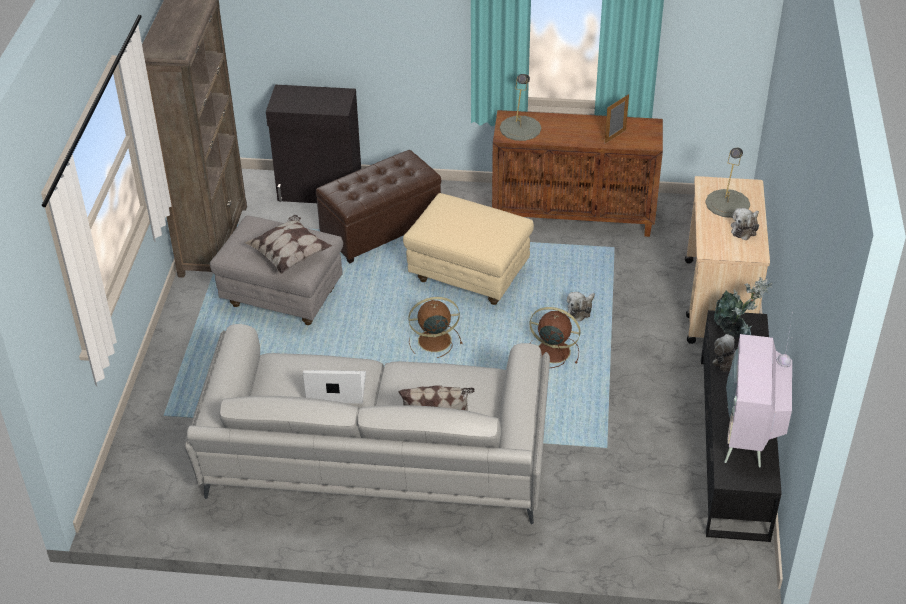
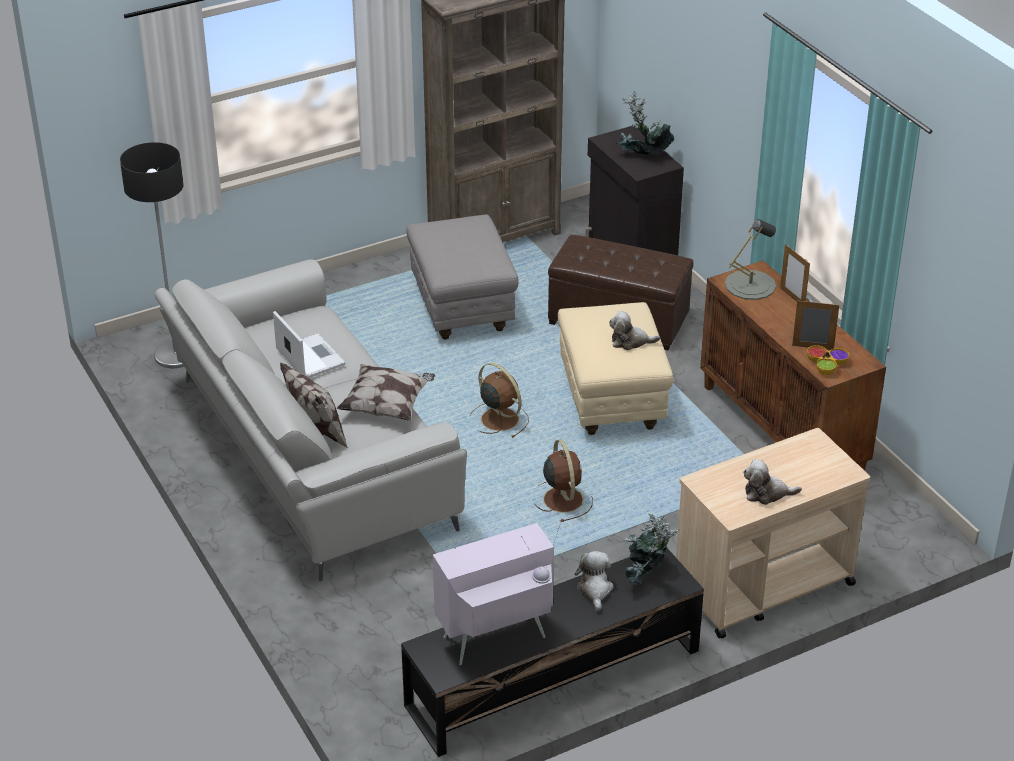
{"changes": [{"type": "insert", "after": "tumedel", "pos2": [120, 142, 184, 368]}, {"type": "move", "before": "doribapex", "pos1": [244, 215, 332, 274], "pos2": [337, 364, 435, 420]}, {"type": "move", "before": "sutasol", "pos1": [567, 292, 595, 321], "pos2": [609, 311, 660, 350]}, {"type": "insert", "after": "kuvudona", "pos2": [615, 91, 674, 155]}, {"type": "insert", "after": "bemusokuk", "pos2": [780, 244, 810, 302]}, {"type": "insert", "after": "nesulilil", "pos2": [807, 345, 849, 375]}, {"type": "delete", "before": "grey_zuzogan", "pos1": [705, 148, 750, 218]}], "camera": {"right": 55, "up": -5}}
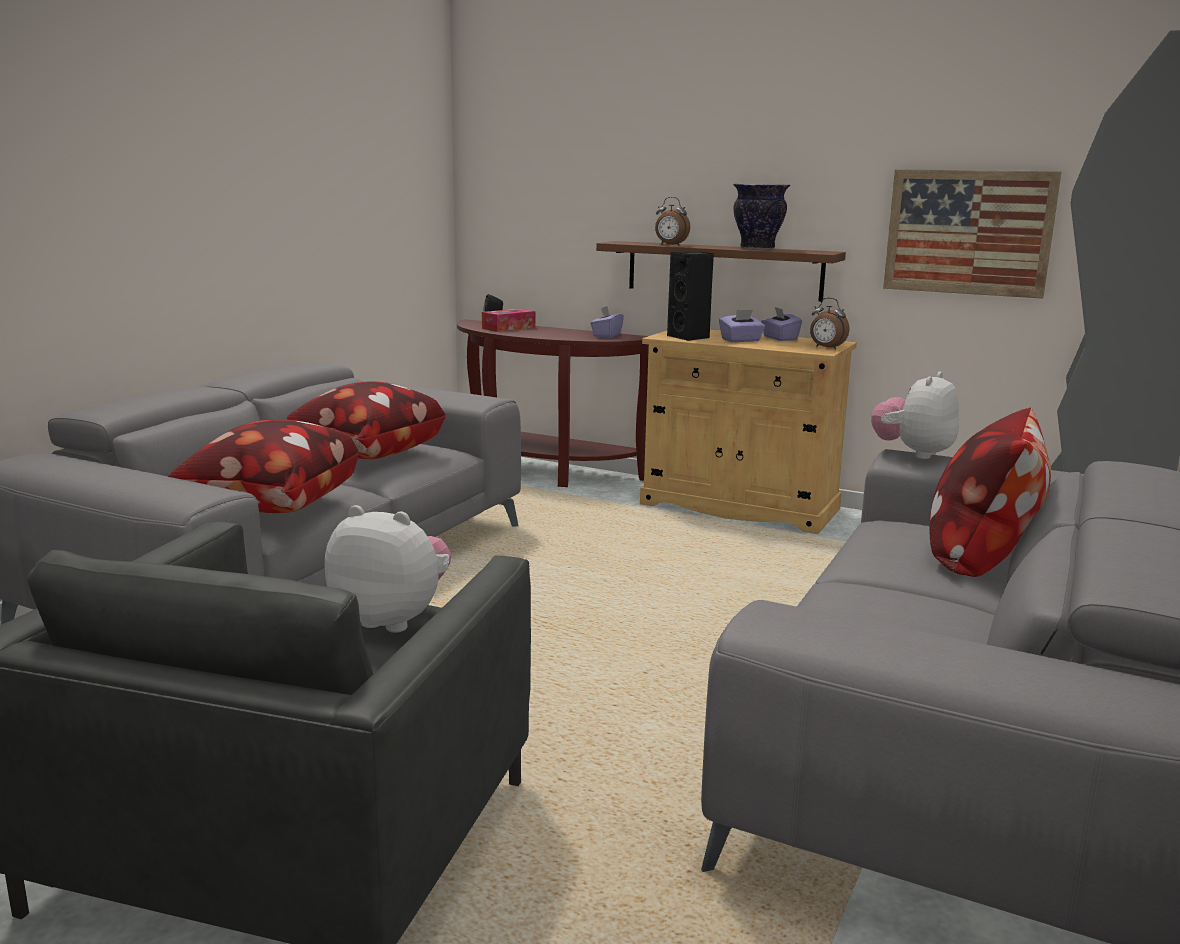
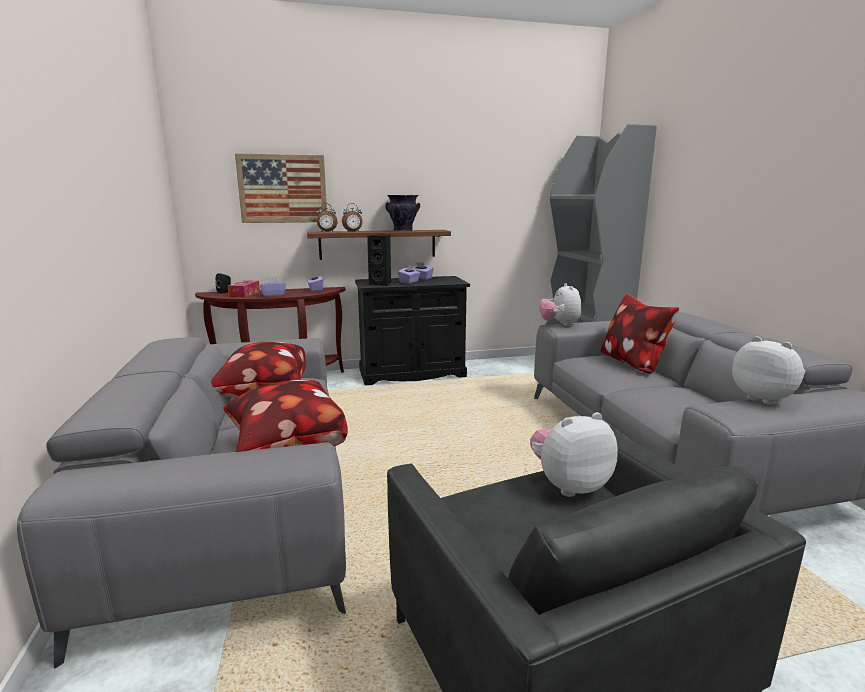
{"changes": [{"type": "move", "before": "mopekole", "pos1": [883, 169, 1062, 299], "pos2": [235, 154, 327, 223]}, {"type": "insert", "after": "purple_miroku", "pos2": [260, 276, 286, 297]}, {"type": "move", "before": "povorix", "pos1": [810, 298, 849, 350], "pos2": [317, 203, 338, 232]}, {"type": "recolor", "before": "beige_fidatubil", "after": "black_fidatubil", "pos1": [640, 330, 857, 534], "pos2": [355, 276, 470, 385]}, {"type": "insert", "after": "sutasol", "pos2": [732, 336, 806, 405]}], "camera": {"right": -40, "up": 0}}
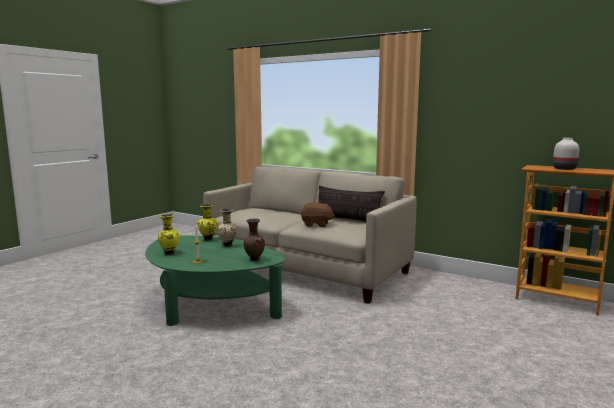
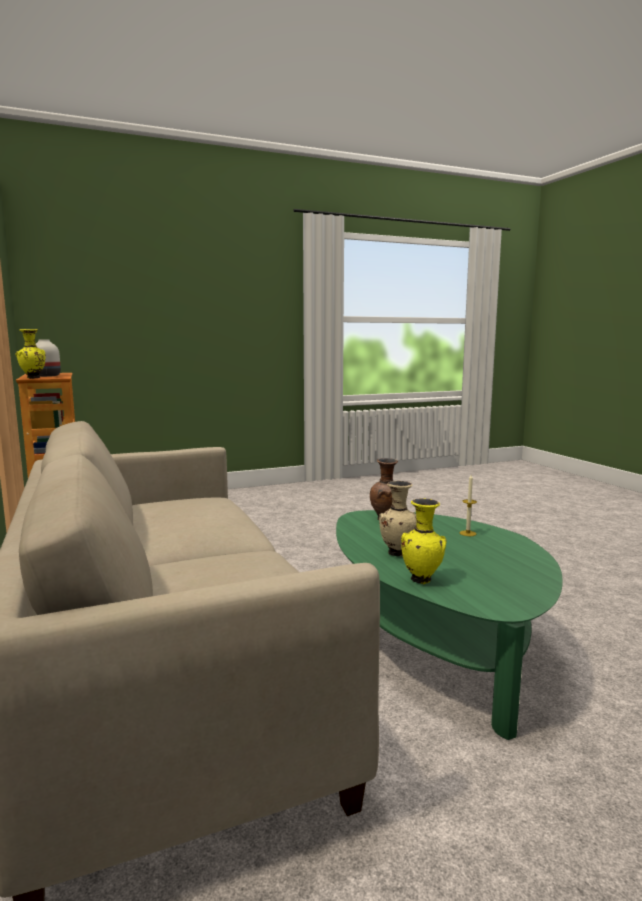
{"changes": [{"type": "move", "before": "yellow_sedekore", "pos1": [158, 214, 179, 255], "pos2": [15, 329, 46, 379]}, {"type": "delete", "before": "brown_sutasol", "pos1": [301, 202, 335, 227]}, {"type": "delete", "before": "doribapex", "pos1": [318, 186, 385, 222]}], "camera": {"right": -145, "up": 0}}
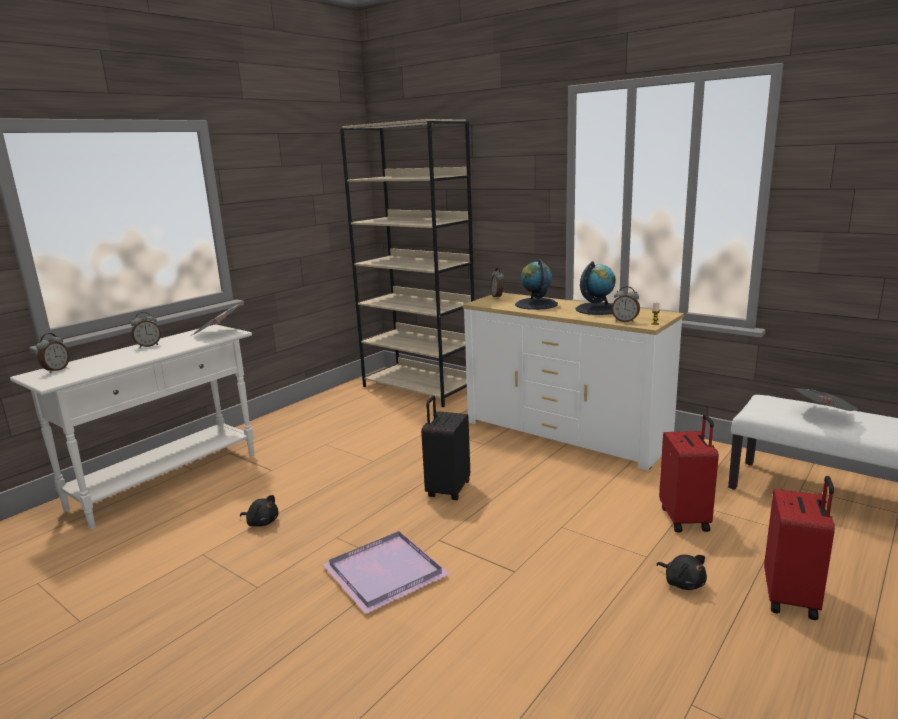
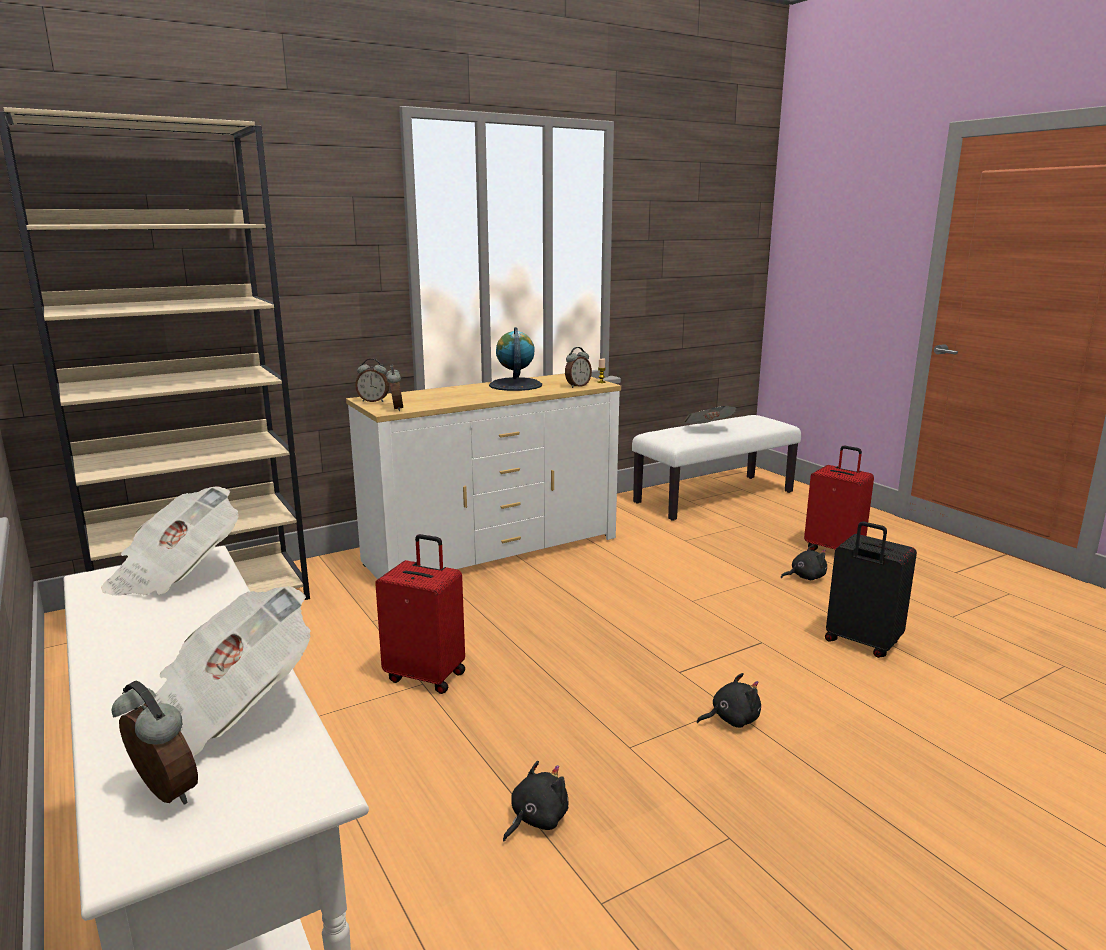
{"changes": [{"type": "insert", "after": "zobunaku", "pos2": [154, 586, 311, 755]}, {"type": "move", "before": "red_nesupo", "pos1": [659, 414, 719, 533], "pos2": [375, 534, 465, 694]}, {"type": "move", "before": "povorix", "pos1": [131, 312, 161, 348], "pos2": [386, 364, 403, 411]}, {"type": "replace", "before": "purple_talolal", "after": "black_sutasol", "pos1": [322, 531, 449, 614], "pos2": [697, 673, 761, 728]}, {"type": "move", "before": "black_nesupo", "pos1": [421, 396, 470, 500], "pos2": [825, 521, 917, 658]}, {"type": "delete", "before": "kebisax", "pos1": [515, 259, 558, 310]}], "camera": {"right": -70, "up": 0}}
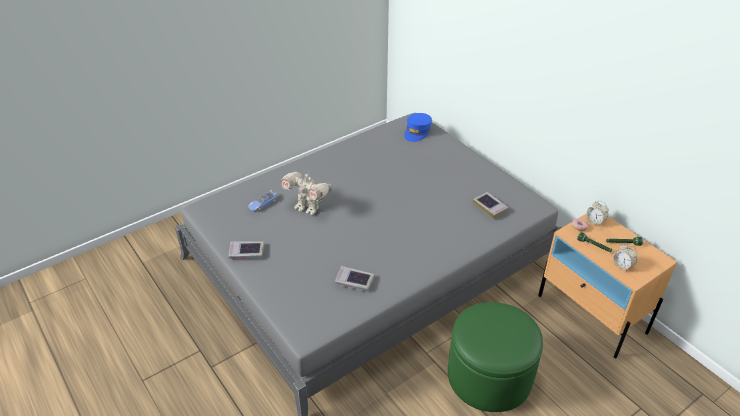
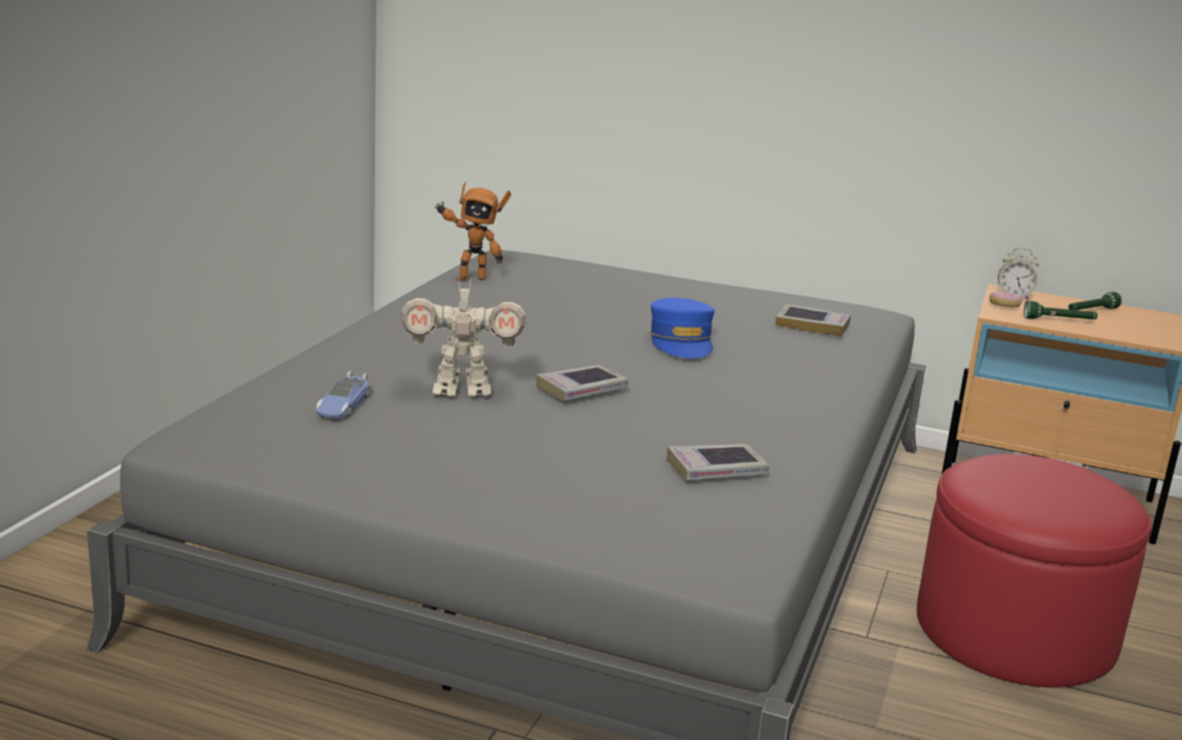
{"changes": [{"type": "insert", "after": "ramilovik", "pos2": [435, 182, 511, 281]}, {"type": "move", "before": "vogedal", "pos1": [228, 241, 264, 259], "pos2": [536, 365, 628, 400]}, {"type": "move", "before": "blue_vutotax", "pos1": [404, 113, 432, 142], "pos2": [650, 298, 715, 358]}, {"type": "recolor", "before": "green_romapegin", "after": "red_romapegin", "pos1": [448, 302, 543, 412], "pos2": [917, 454, 1152, 688]}, {"type": "delete", "before": "povorix", "pos1": [613, 244, 638, 270]}], "camera": {"right": -35, "up": -20}}
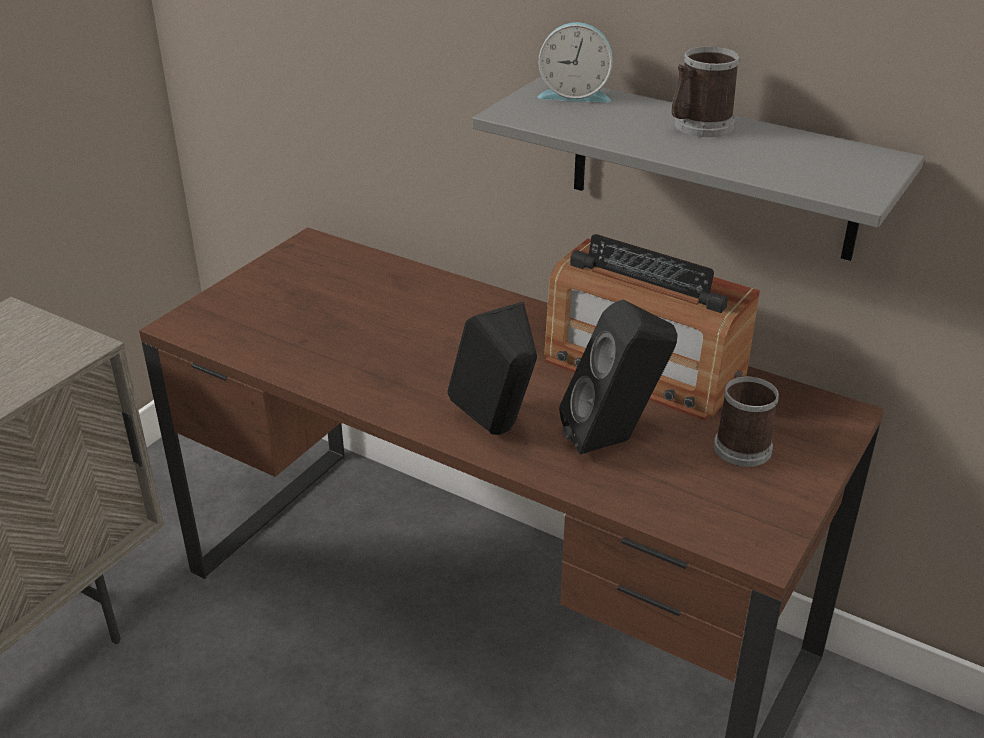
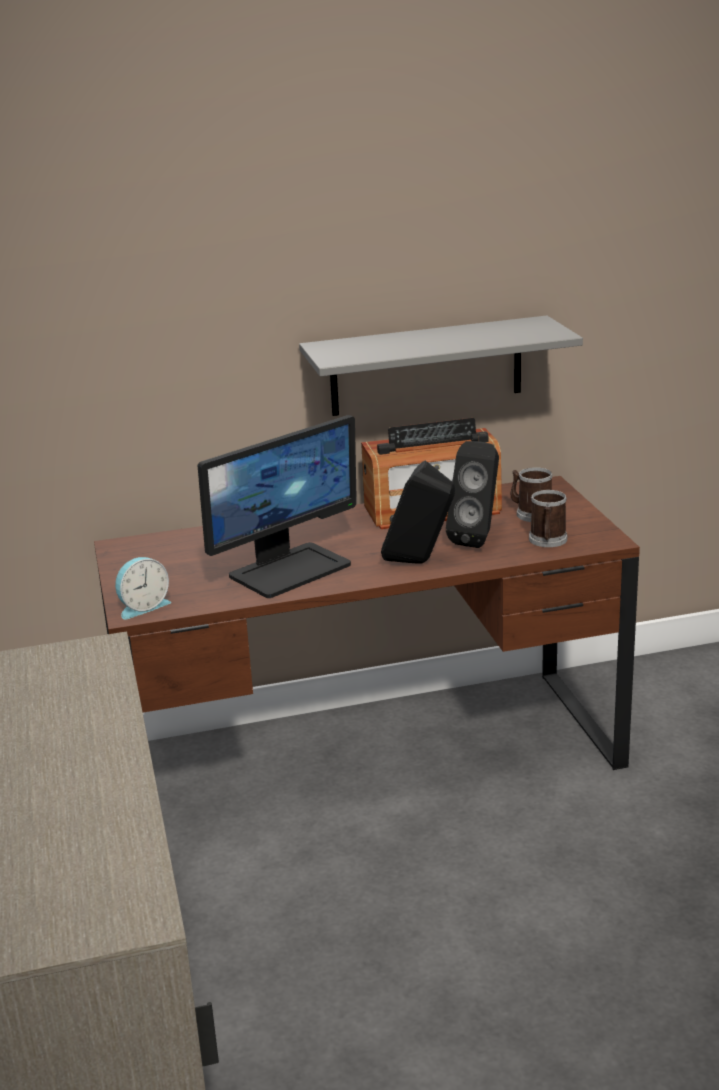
{"changes": [{"type": "move", "before": "povorix", "pos1": [537, 22, 613, 102], "pos2": [115, 557, 171, 619]}, {"type": "insert", "after": "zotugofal", "pos2": [198, 415, 357, 598]}, {"type": "move", "before": "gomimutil", "pos1": [671, 46, 740, 137], "pos2": [529, 490, 567, 547]}], "camera": {"right": -45, "up": -10}}
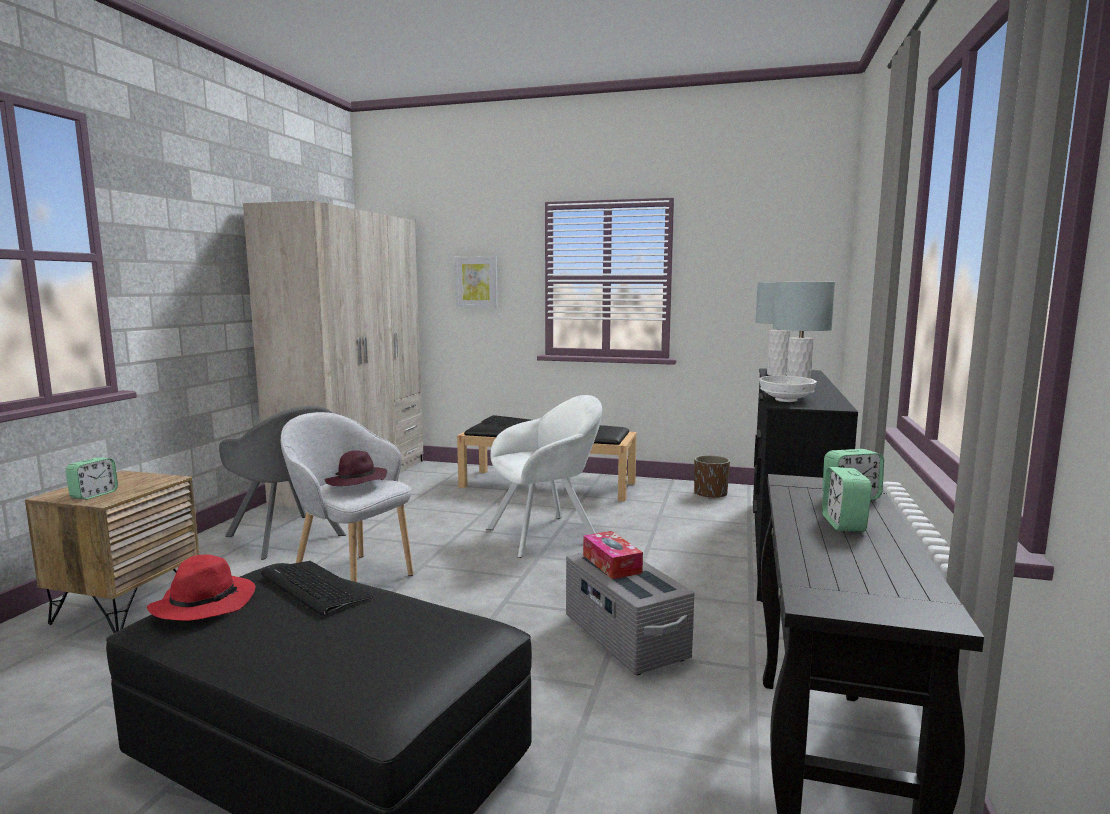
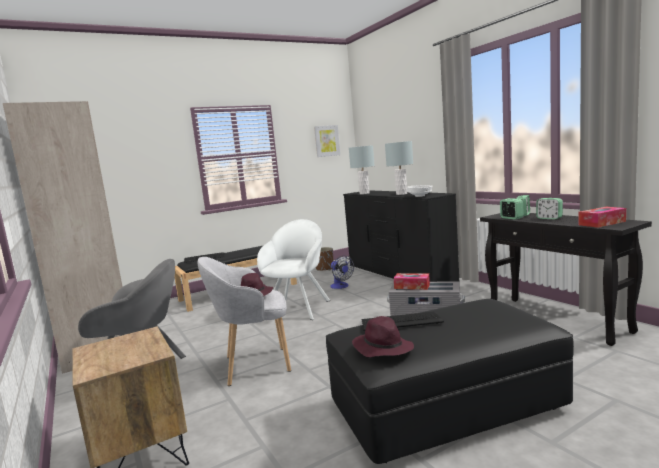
{"changes": [{"type": "move", "before": "mopekole", "pos1": [455, 256, 498, 308], "pos2": [314, 125, 340, 157]}, {"type": "insert", "after": "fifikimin", "pos2": [330, 256, 354, 289]}, {"type": "recolor", "before": "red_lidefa", "after": "purple_lidefa", "pos1": [147, 554, 256, 621], "pos2": [352, 316, 414, 357]}, {"type": "move", "before": "povorix", "pos1": [65, 457, 118, 500], "pos2": [500, 198, 524, 220]}, {"type": "insert", "after": "miroku", "pos2": [579, 207, 626, 228]}], "camera": {"right": -45, "up": 0}}
